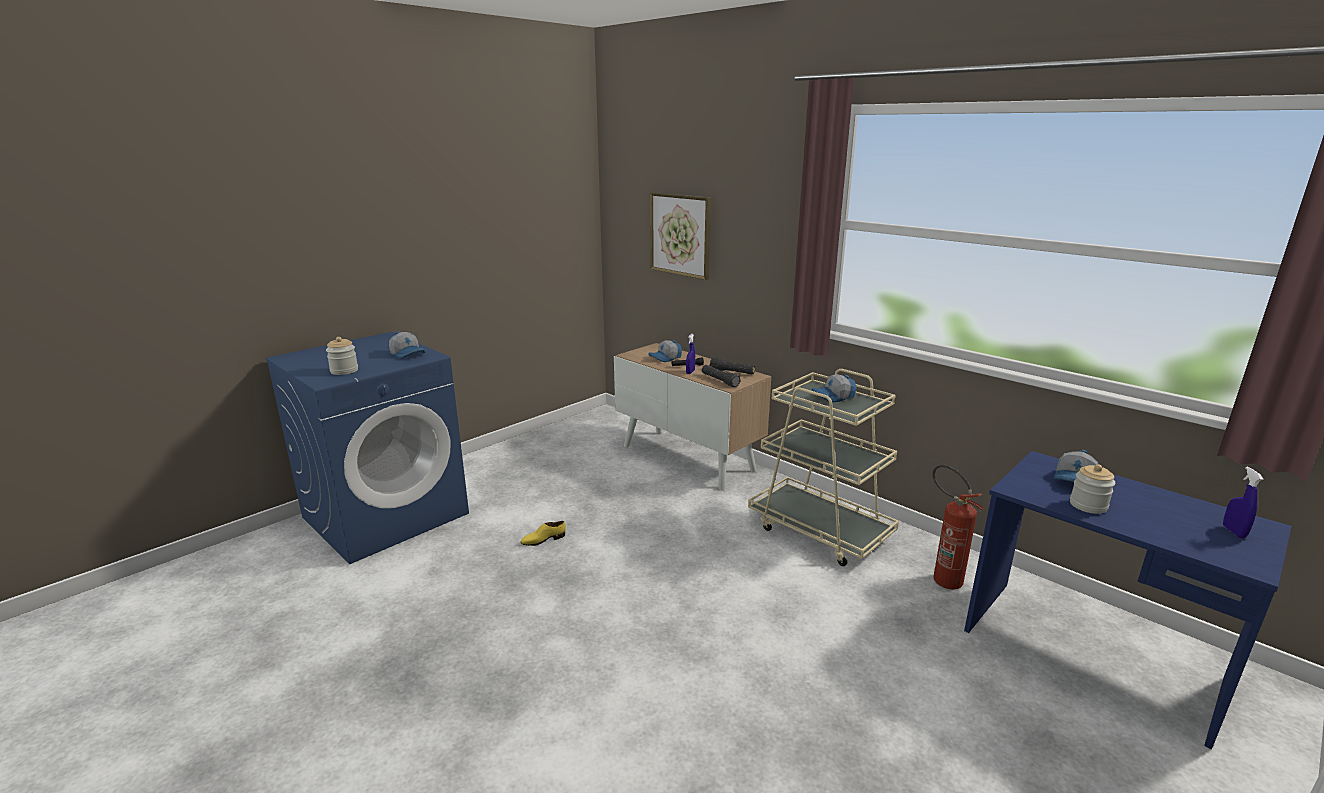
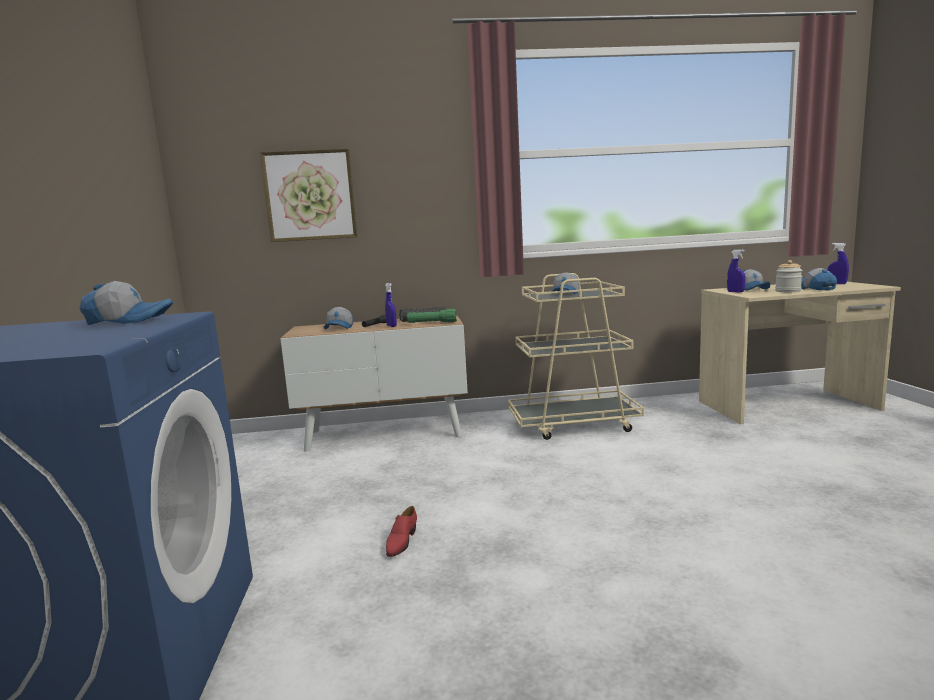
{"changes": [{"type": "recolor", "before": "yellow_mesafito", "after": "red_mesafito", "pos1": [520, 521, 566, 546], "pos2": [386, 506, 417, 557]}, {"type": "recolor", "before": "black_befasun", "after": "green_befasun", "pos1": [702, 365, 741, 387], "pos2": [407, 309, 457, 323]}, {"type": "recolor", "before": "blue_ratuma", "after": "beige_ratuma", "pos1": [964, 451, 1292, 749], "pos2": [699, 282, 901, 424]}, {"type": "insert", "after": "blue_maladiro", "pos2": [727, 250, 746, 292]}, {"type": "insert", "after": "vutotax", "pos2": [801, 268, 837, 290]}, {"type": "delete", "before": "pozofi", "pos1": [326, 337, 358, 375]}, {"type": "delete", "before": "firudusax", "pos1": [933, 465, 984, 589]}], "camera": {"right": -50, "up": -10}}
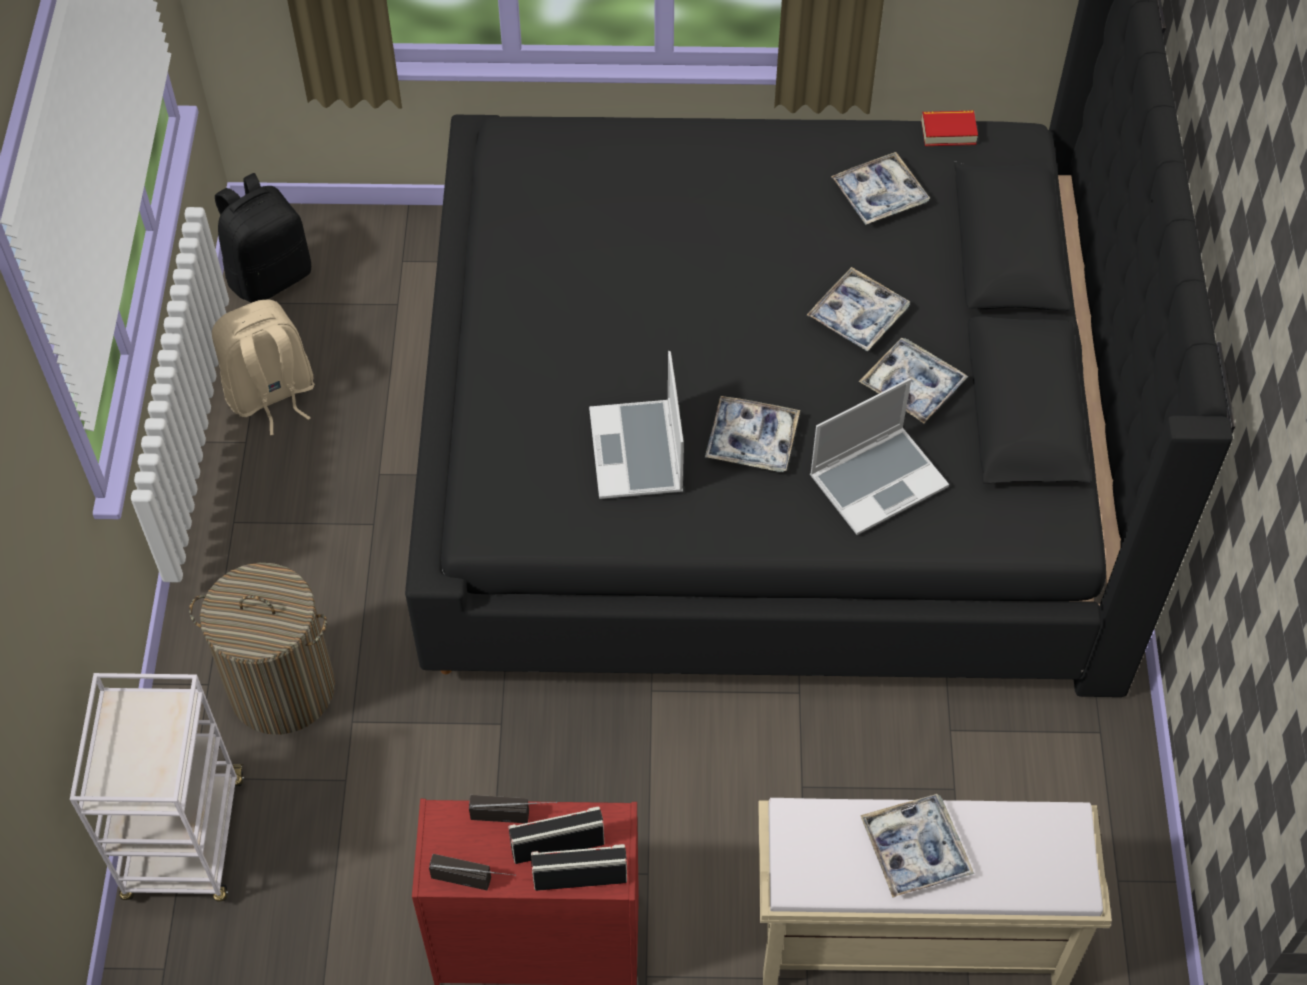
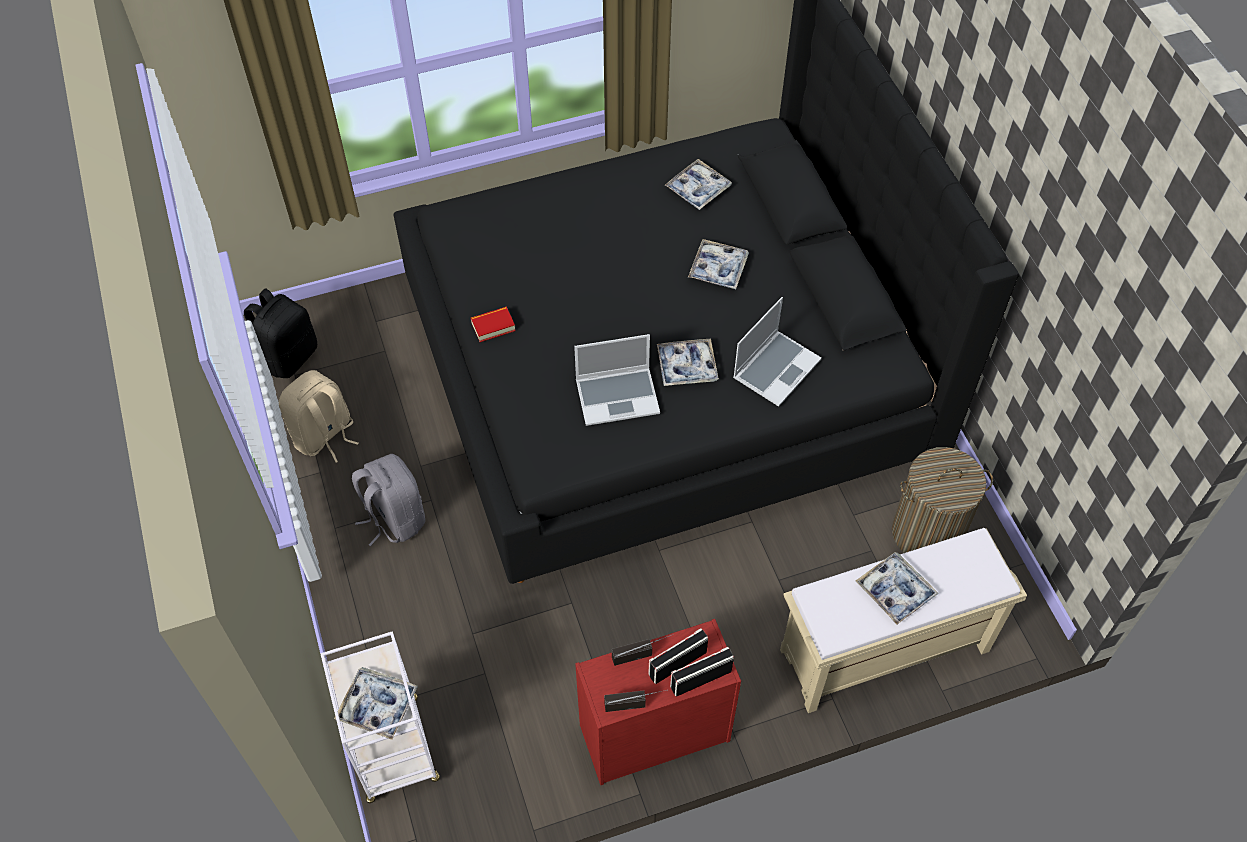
{"changes": [{"type": "move", "before": "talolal", "pos1": [859, 338, 968, 423], "pos2": [334, 667, 418, 740]}, {"type": "insert", "after": "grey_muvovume", "pos2": [352, 454, 425, 546]}, {"type": "move", "before": "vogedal", "pos1": [921, 111, 978, 146], "pos2": [471, 307, 516, 342]}, {"type": "rotate", "before": "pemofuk", "pos1": [589, 351, 684, 499], "pos2": [574, 334, 660, 426], "turn": -75}, {"type": "move", "before": "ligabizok", "pos1": [189, 563, 335, 735], "pos2": [892, 447, 993, 553]}], "camera": {"right": -20, "up": 0}}
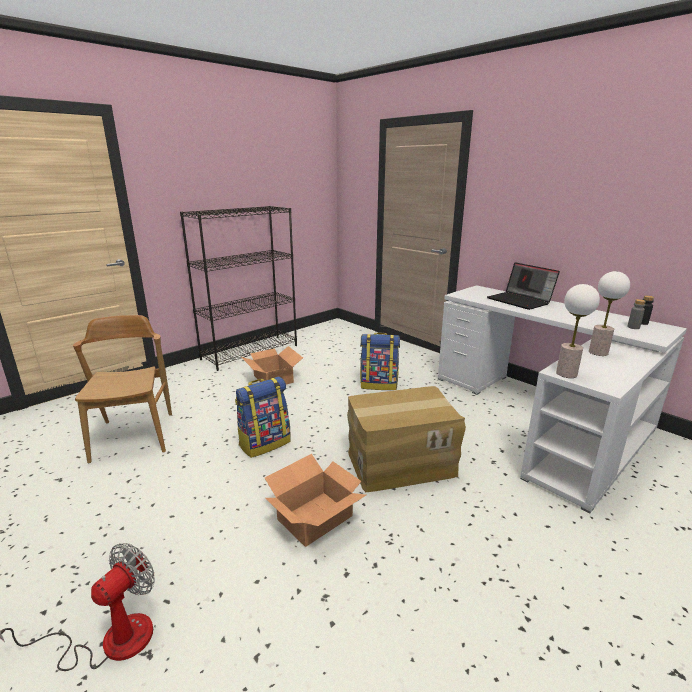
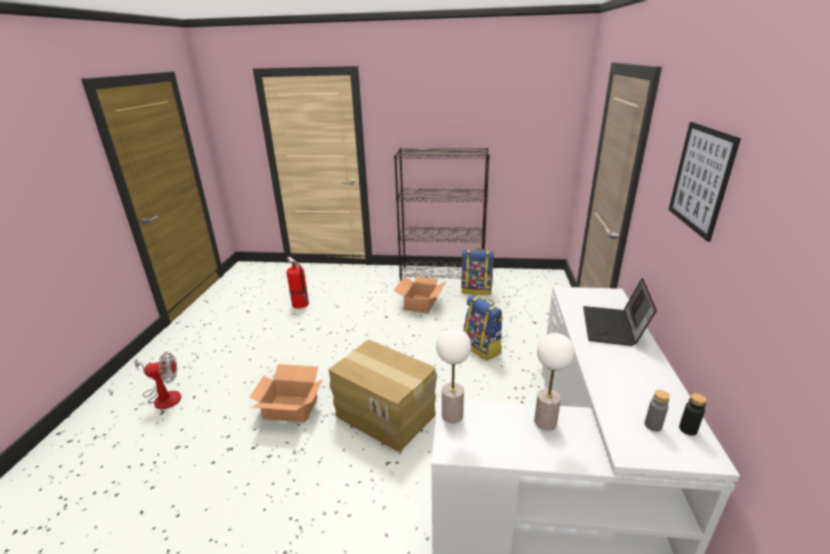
{"changes": [{"type": "replace", "before": "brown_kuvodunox", "after": "firudusax", "pos1": [73, 315, 172, 463], "pos2": [286, 257, 309, 309]}, {"type": "move", "before": "muvovume", "pos1": [235, 377, 291, 458], "pos2": [461, 249, 494, 295]}, {"type": "insert", "after": "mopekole", "pos2": [669, 122, 741, 242]}], "camera": {"right": 50, "up": 5}}
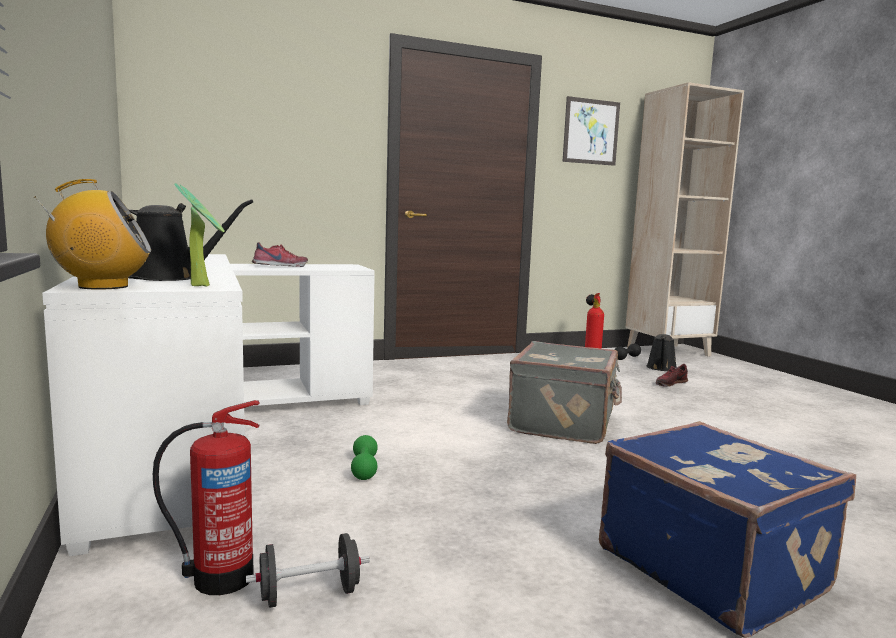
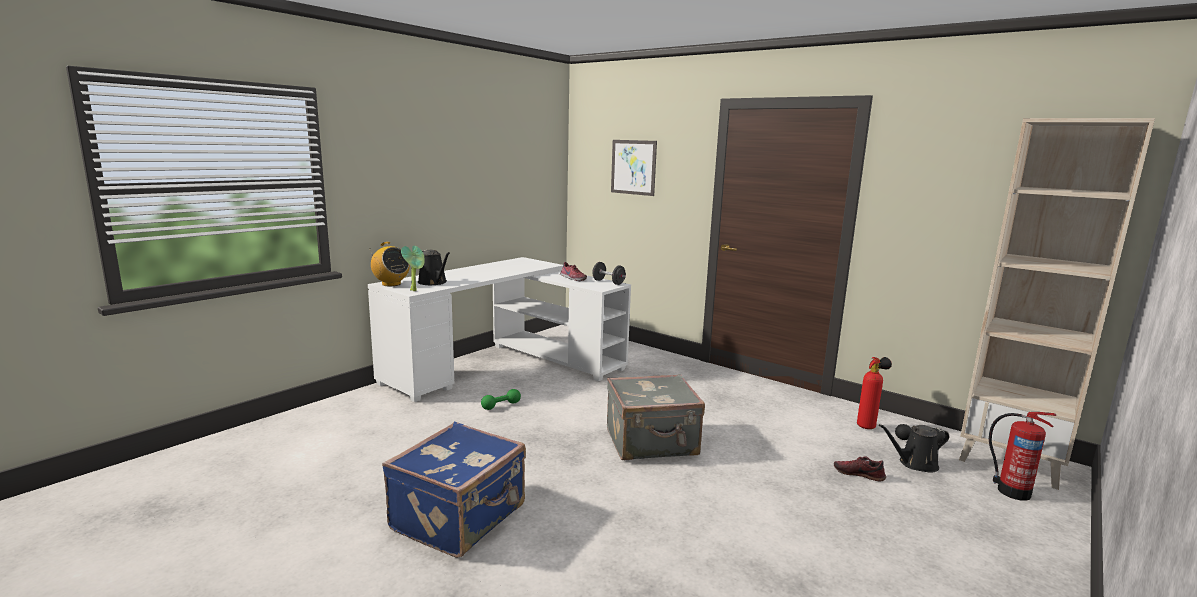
{"changes": [{"type": "move", "before": "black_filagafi", "pos1": [246, 533, 370, 608], "pos2": [593, 262, 626, 285]}, {"type": "move", "before": "mopekole", "pos1": [563, 96, 620, 166], "pos2": [611, 140, 657, 196]}, {"type": "move", "before": "firudusax", "pos1": [153, 400, 260, 595], "pos2": [989, 412, 1056, 501]}], "camera": {"right": 60, "up": 5}}
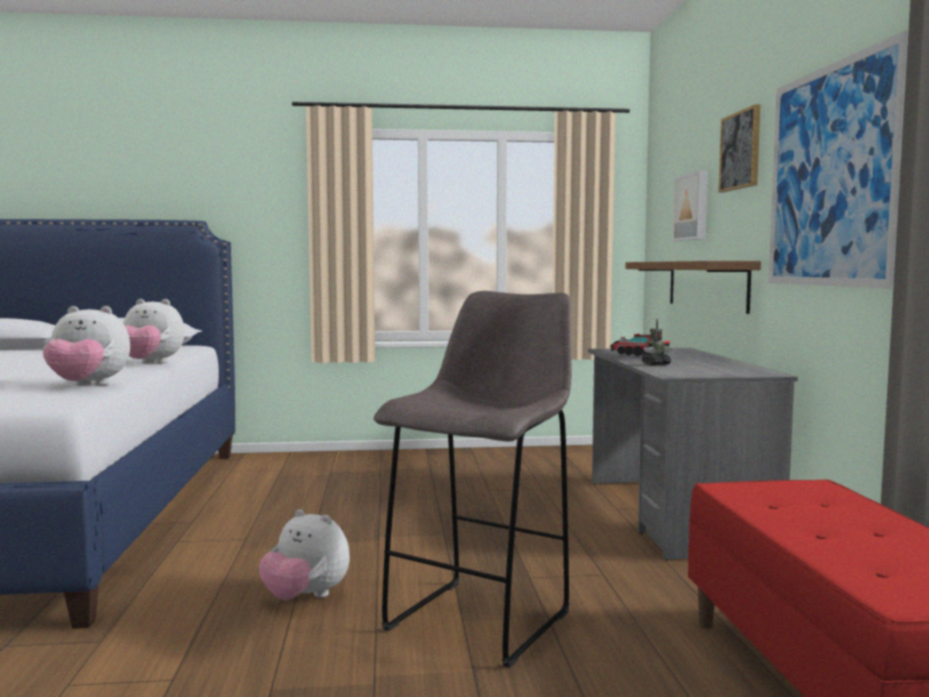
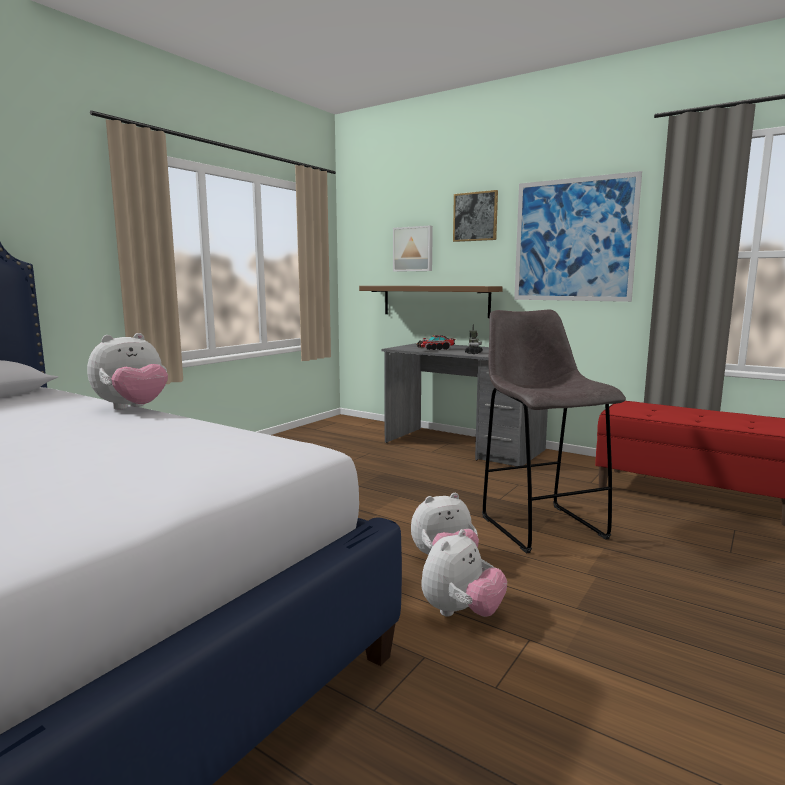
{"changes": [{"type": "move", "before": "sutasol", "pos1": [43, 306, 130, 385], "pos2": [421, 529, 507, 617]}], "camera": {"right": -50, "up": 5}}
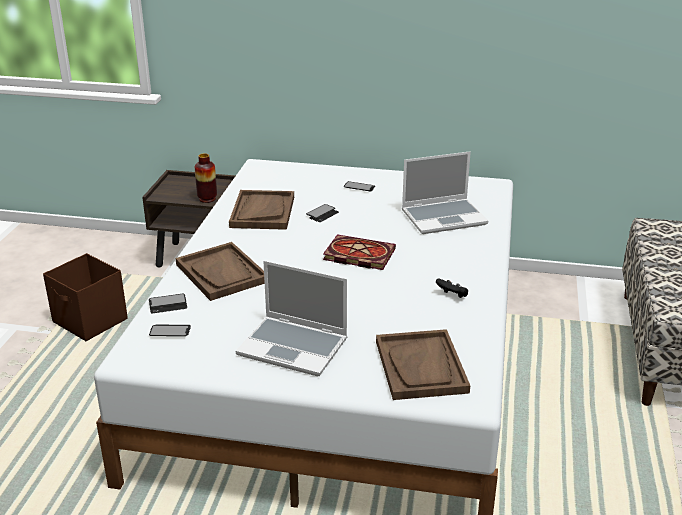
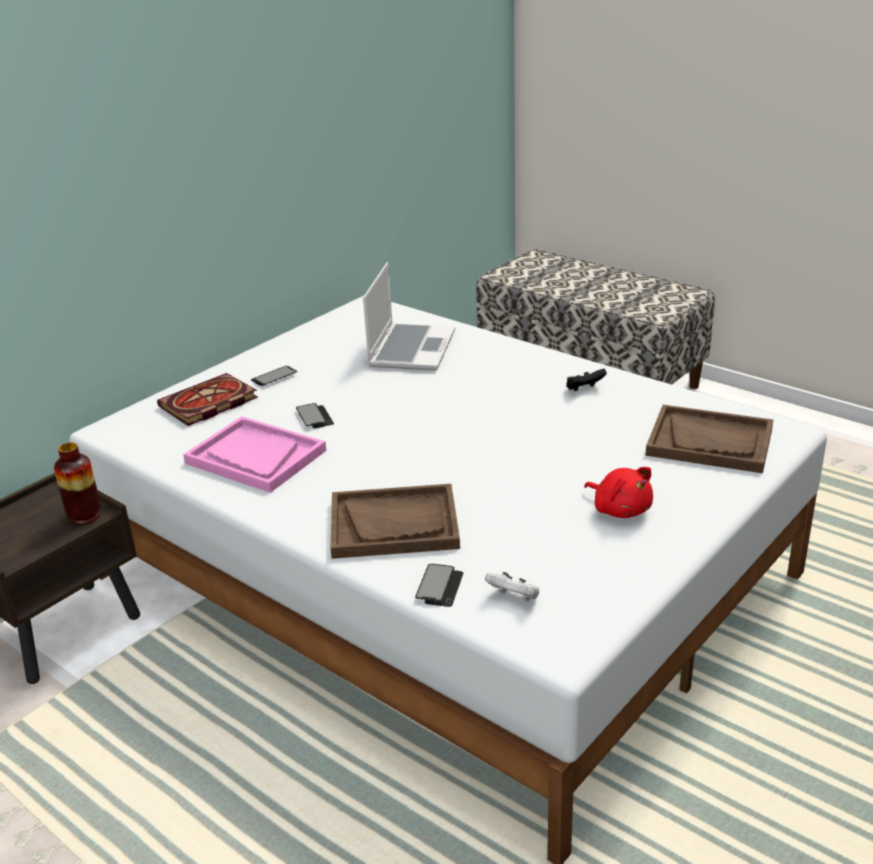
{"changes": [{"type": "move", "before": "vogedal", "pos1": [323, 234, 396, 270], "pos2": [157, 373, 258, 426]}, {"type": "recolor", "before": "brown_talolal", "after": "pink_talolal", "pos1": [229, 190, 294, 230], "pos2": [183, 416, 326, 493]}, {"type": "replace", "before": "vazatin", "after": "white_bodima", "pos1": [149, 325, 191, 336], "pos2": [485, 572, 539, 602]}, {"type": "replace", "before": "pemofuk", "after": "red_sutasol", "pos1": [236, 261, 347, 376], "pos2": [584, 467, 653, 518]}, {"type": "delete", "before": "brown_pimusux", "pos1": [43, 253, 128, 341]}], "camera": {"right": -60, "up": 0}}
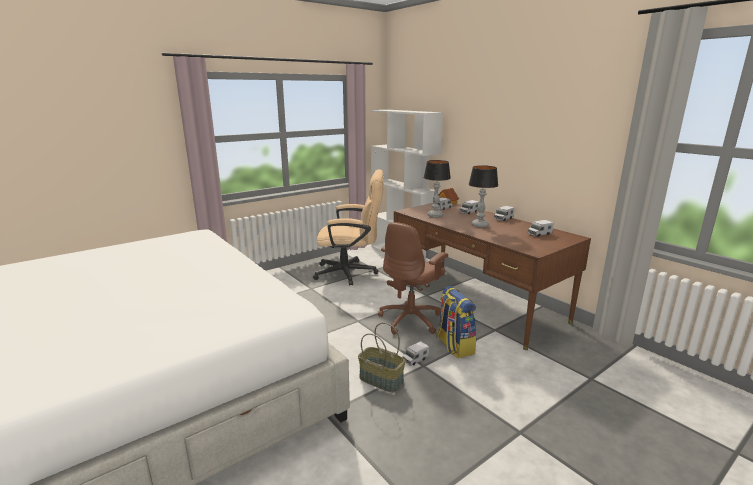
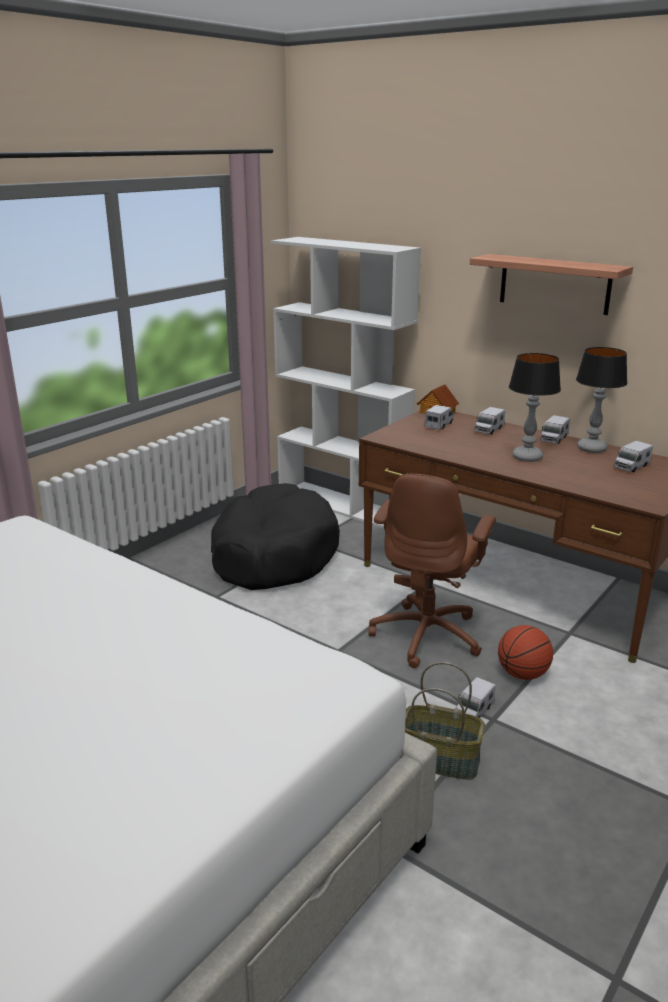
{"changes": [{"type": "replace", "before": "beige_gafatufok", "after": "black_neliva", "pos1": [313, 169, 384, 285], "pos2": [211, 483, 340, 590]}, {"type": "insert", "after": "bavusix", "pos2": [470, 254, 633, 315]}, {"type": "replace", "before": "muvovume", "after": "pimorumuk", "pos1": [436, 286, 477, 358], "pos2": [498, 625, 553, 680]}, {"type": "move", "before": "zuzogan", "pos1": [424, 160, 451, 218], "pos2": [576, 347, 628, 453]}], "camera": {"right": -15, "up": 5}}
